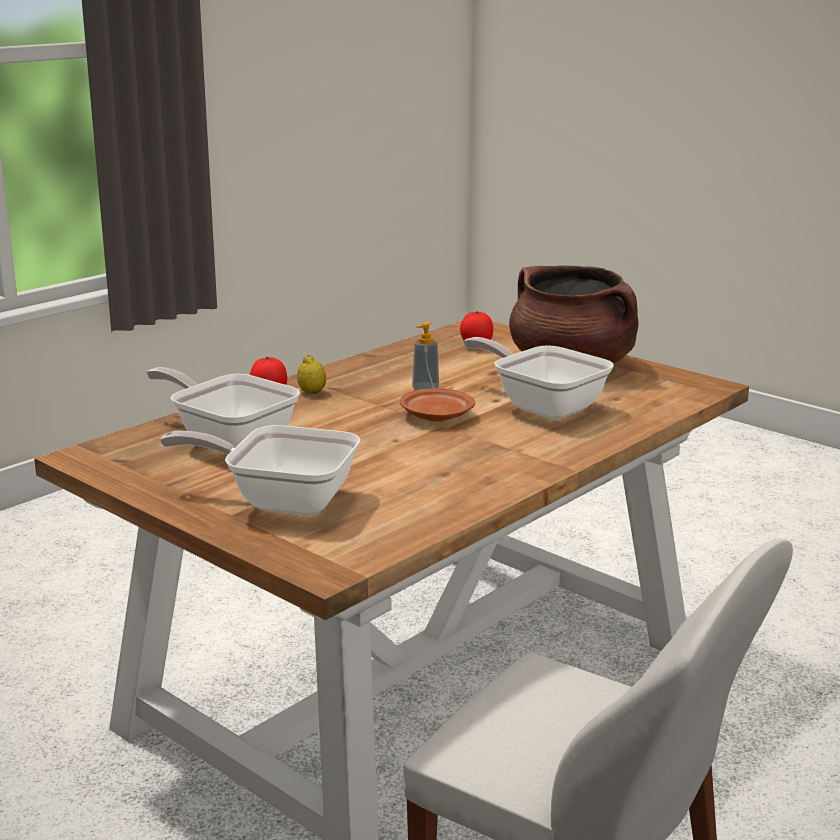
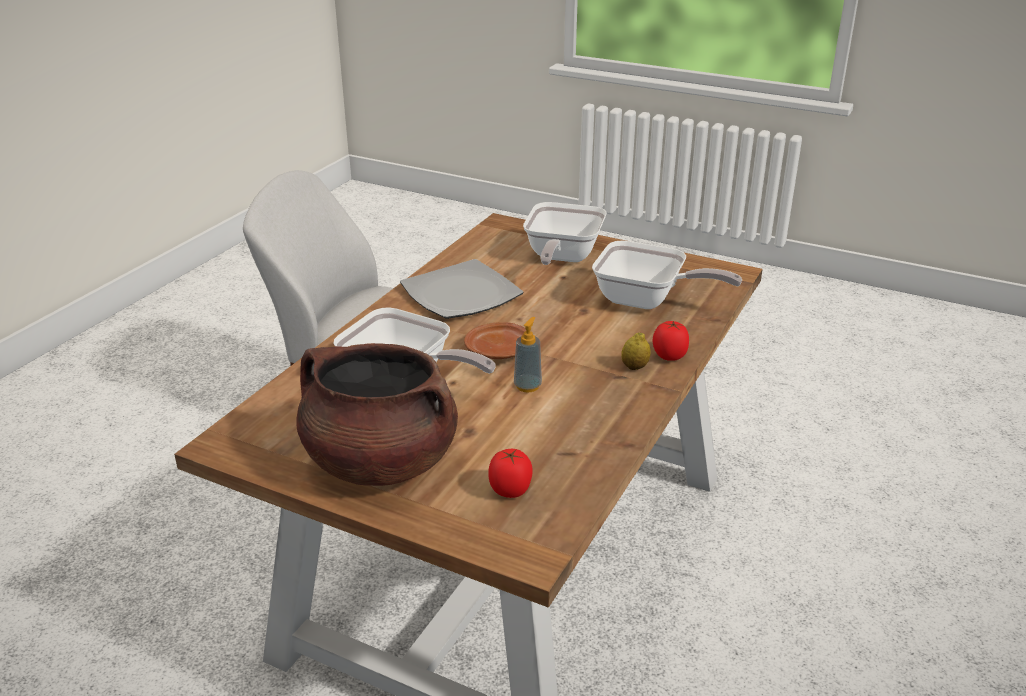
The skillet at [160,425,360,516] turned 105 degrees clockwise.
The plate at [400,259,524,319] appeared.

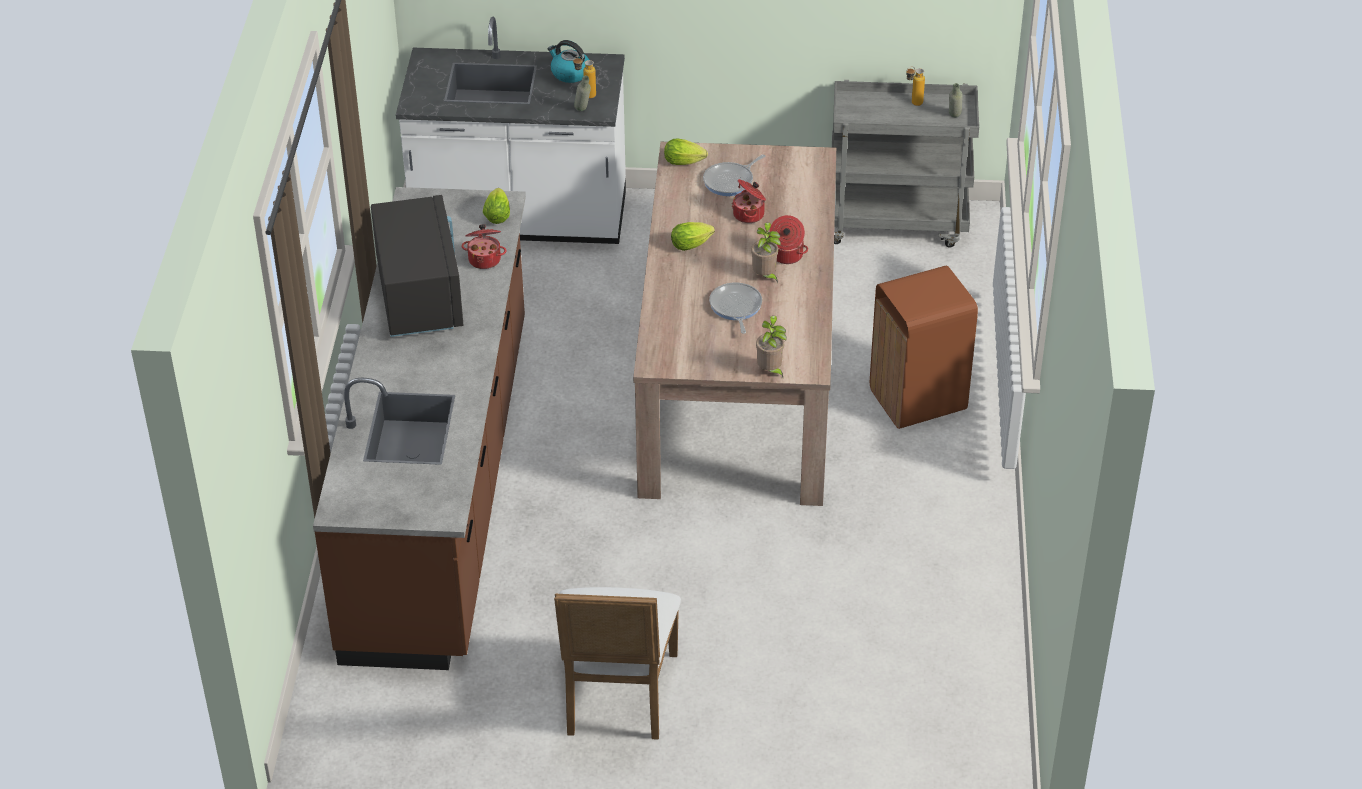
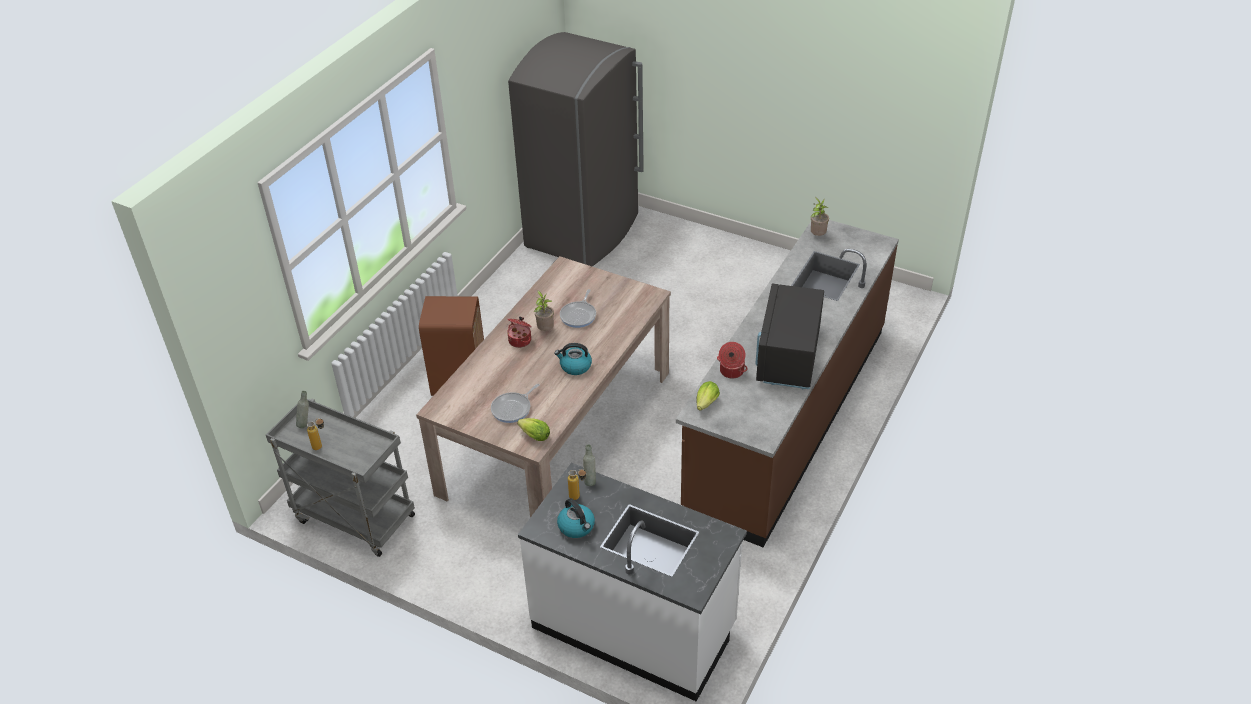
The skillet at [703,154,765,196] turned 150 degrees clockwise.
The cooking pot at [732,179,766,223] disappeared.
The lettuce head at [671,222,715,251] was replaced by the tea kettle at [554,343,592,375].
The plant in a pot moved from [756,316,787,377] to [811,197,829,236].
The chair (whitish) at [554,587,681,740] disappeared.
The fridge (grey) at [508,32,644,267] appeared.

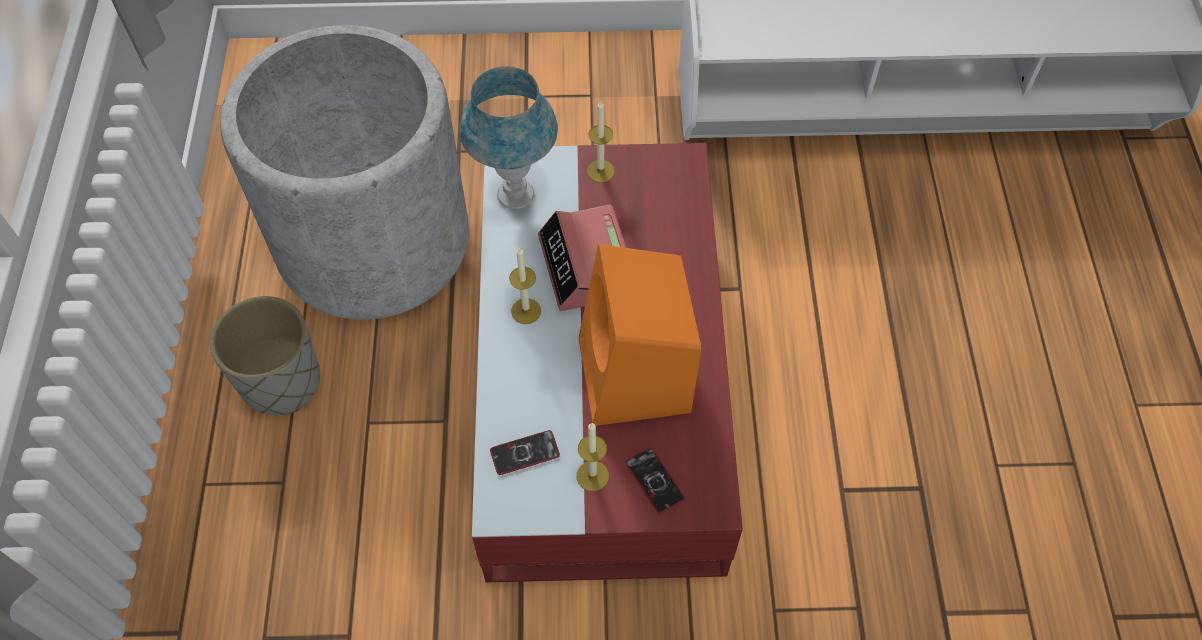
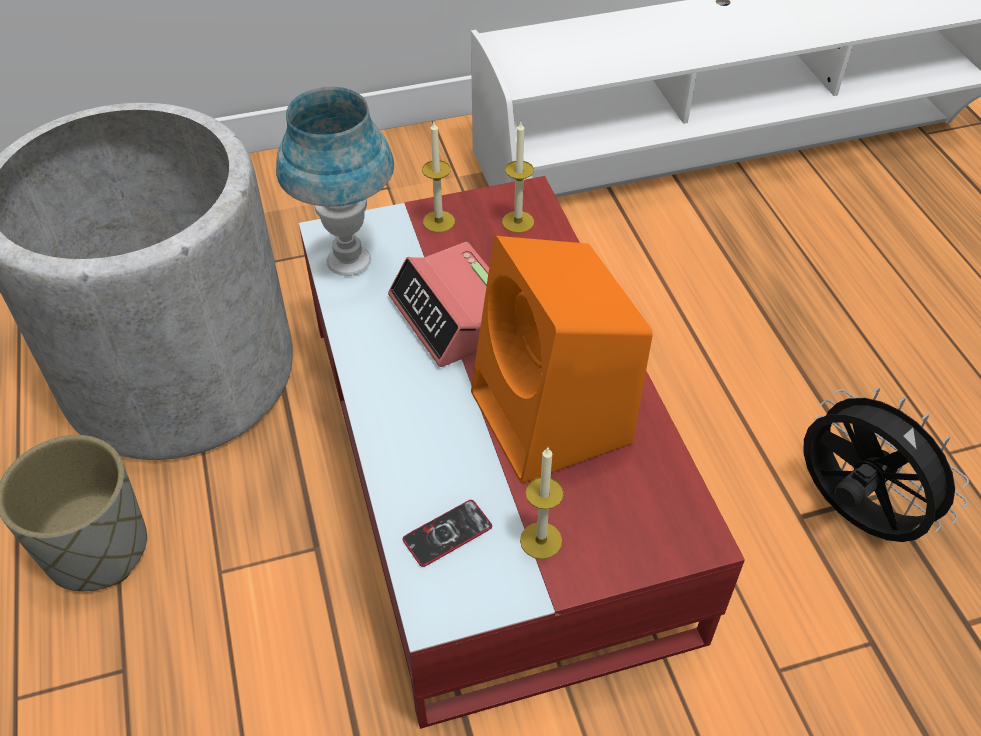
The candle moved from [509,248,541,324] to [502,122,534,233].
The phone at [625,448,685,514] disappeared.
The electric fan (black) at [803,387,969,542] appeared.

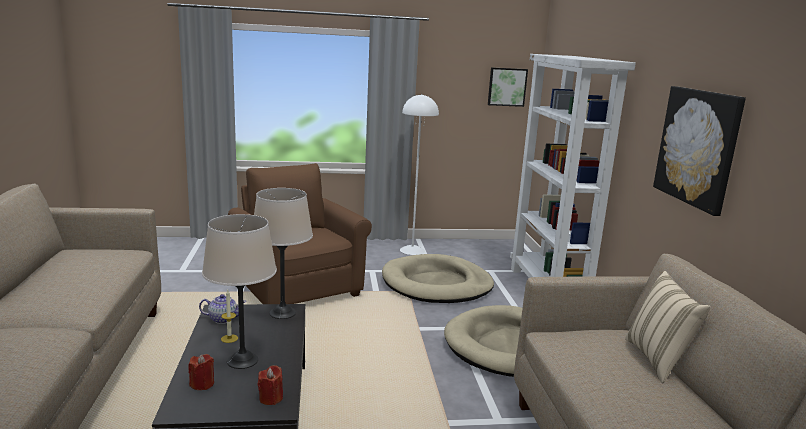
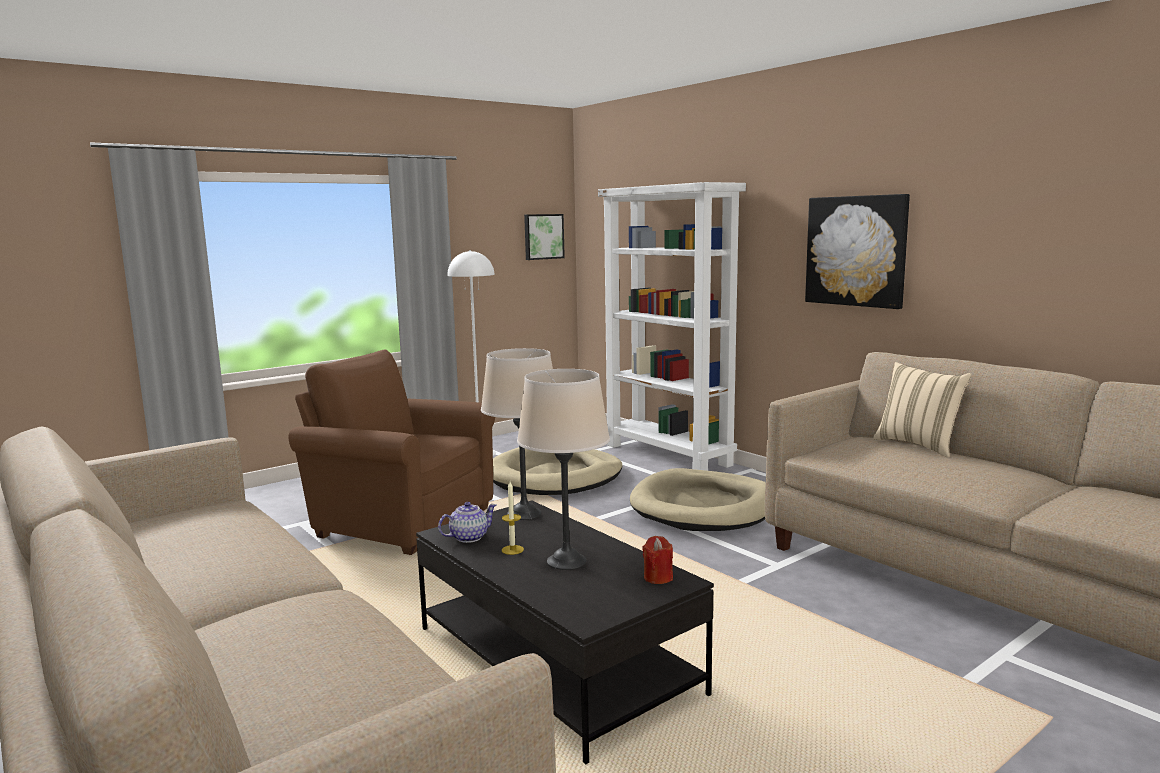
The candle (reddish) at [189,354,214,390] disappeared.

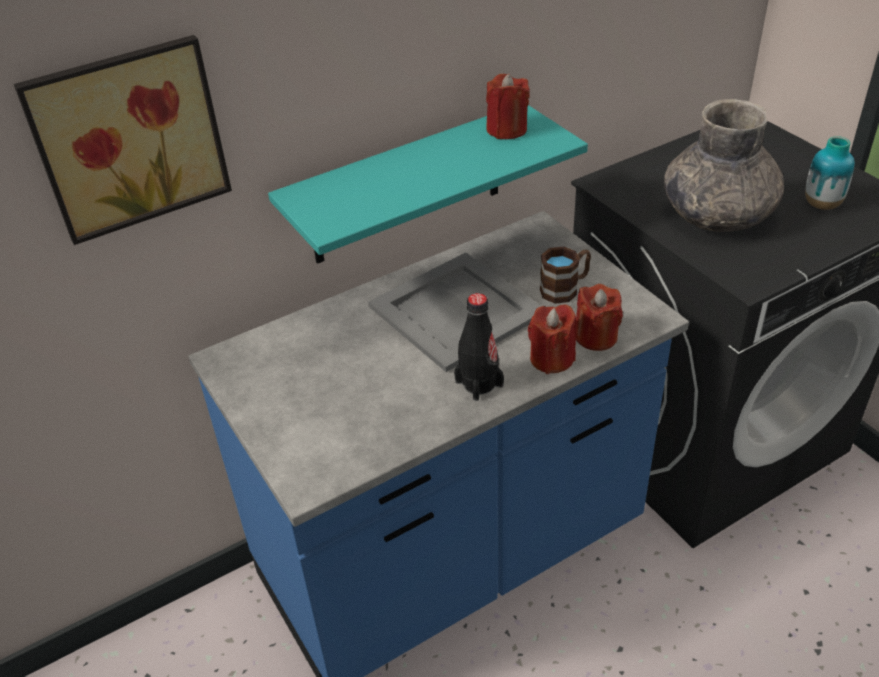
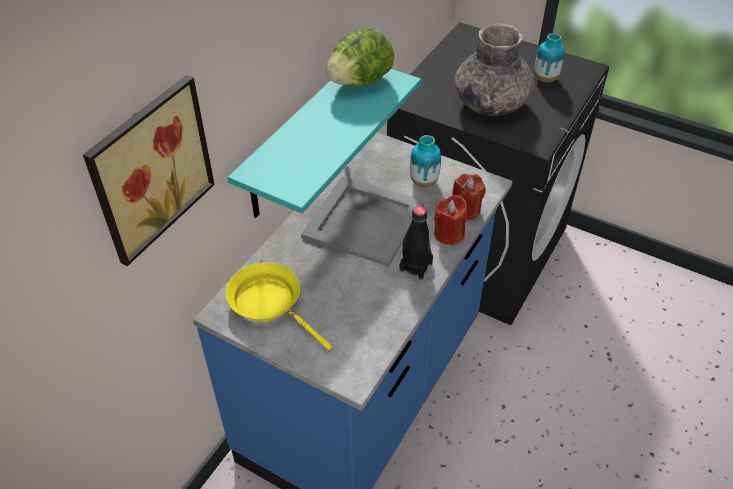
The candle (reddish) at [486,74,530,139] was replaced by the lettuce head at [326,29,394,87].
The coffee mug (brownish) at [540,247,591,304] was replaced by the flower vase at [410,135,441,187].
The skillet (yellowish) at [226,262,332,350] appeared.

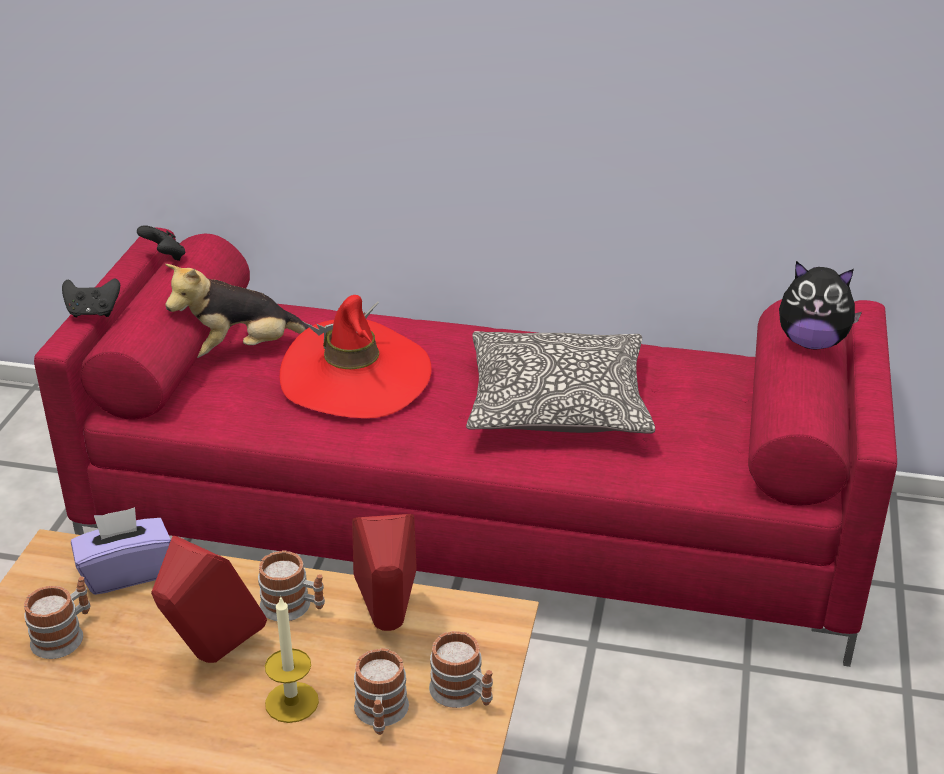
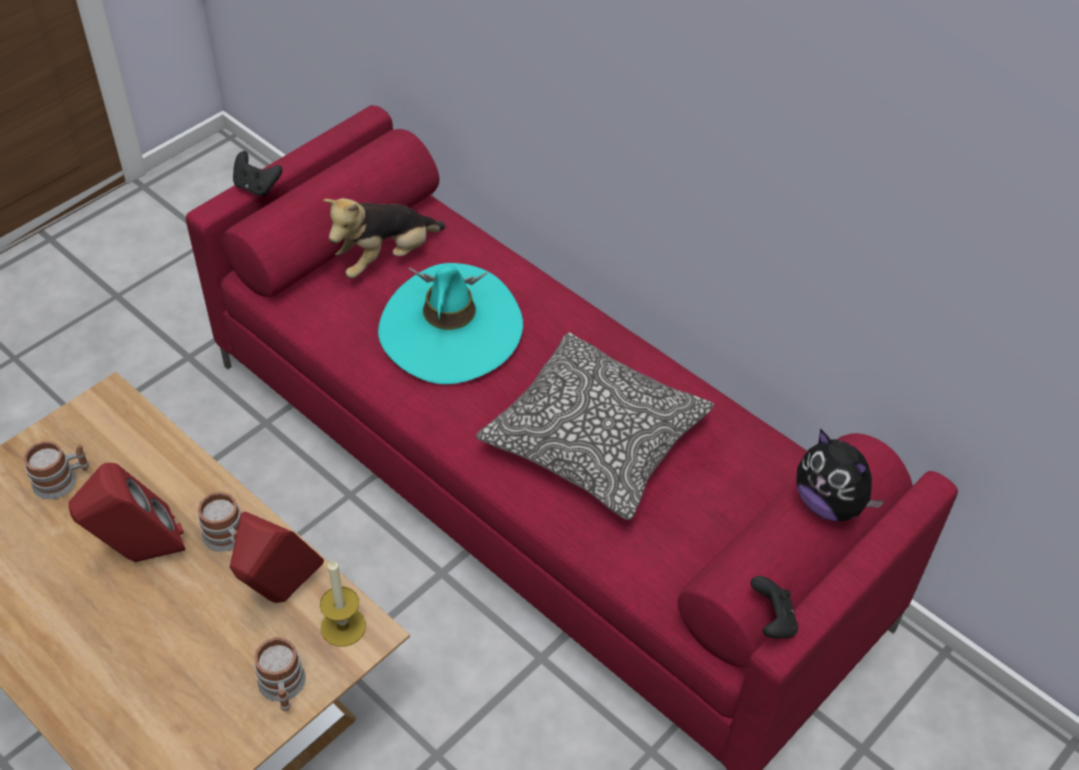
The gamepad (black) moved from [137,225,185,261] to [751,576,798,639].
The soft toy at [165,264,313,358] turned 45 degrees counterclockwise.
The clothing hat (reddish) at [280,295,432,418] became the clothing hat (turquoise) at [378,263,523,384].
The box of tissues (purple) at [71,507,171,595] disappeared.
The candle moved from [265,595,319,723] to [320,560,366,647].
The coffee mug at [354,648,409,735] disappeared.

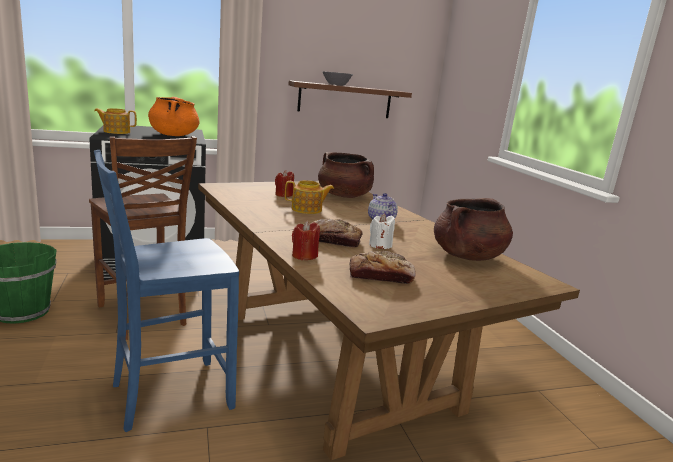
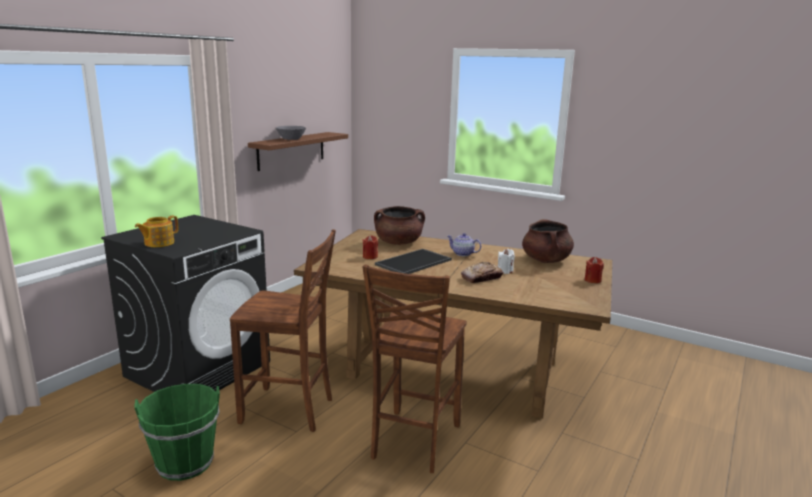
The cooking pot (orange) at [148,97,200,136] disappeared.
The chair (blue-coloured) at [94,150,239,432] became the chair (brownish) at [363,265,467,473].
The teapot at [285,180,334,214] was replaced by the carrying tray at [375,249,452,274].
The candle (reddish) moved from [292,221,320,260] to [585,257,604,283].
The bakery bread at [350,251,416,284] disappeared.

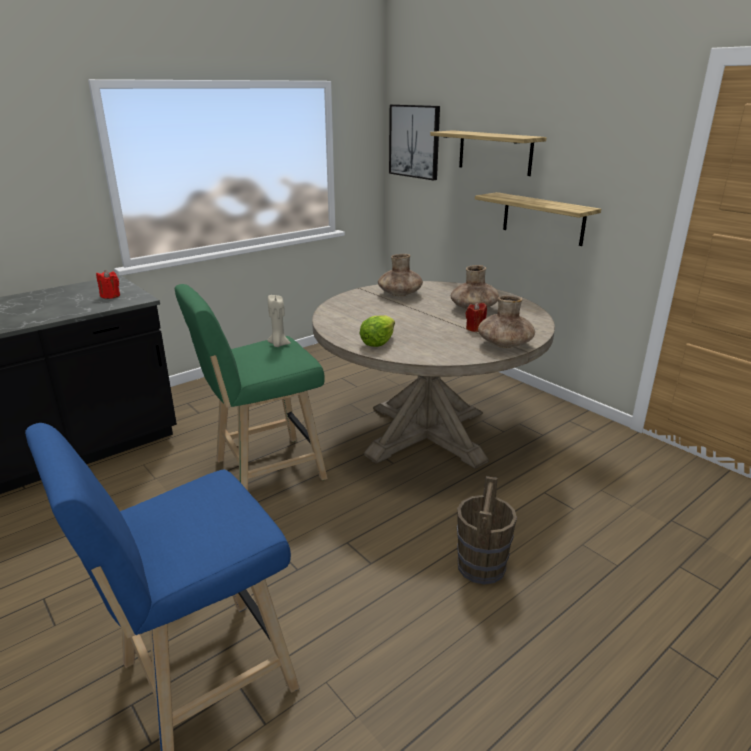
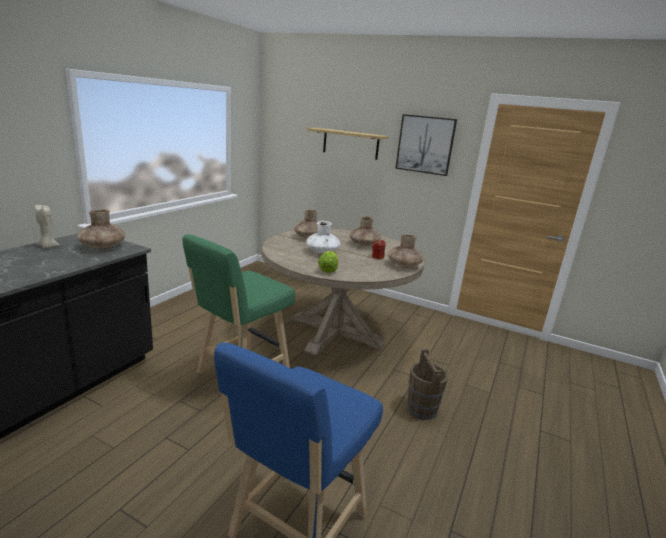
The wall picture moved from [389,104,440,180] to [395,114,457,176].
The bracket shelf at [475,192,601,246] disappeared.
The candle (reddish) at [96,270,120,299] was replaced by the flower vase (brownish) at [77,209,125,249].
The candle (beige-coloured) moved from [267,295,291,347] to [35,205,60,248].
The flower vase (whitish) at [306,221,340,254] appeared.

